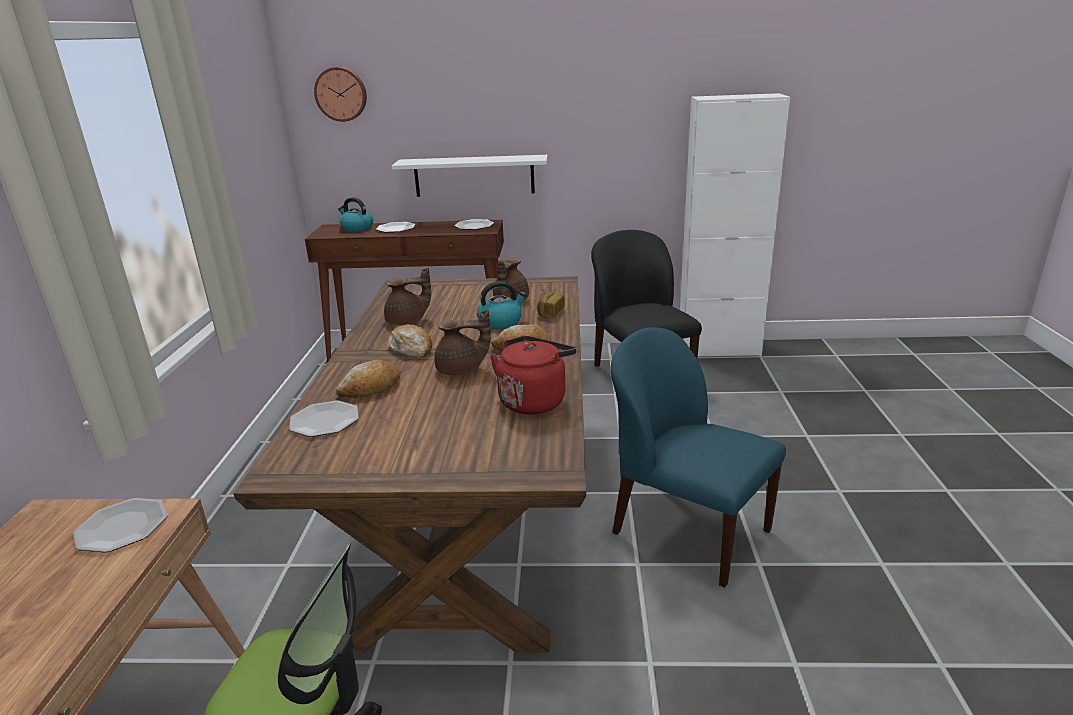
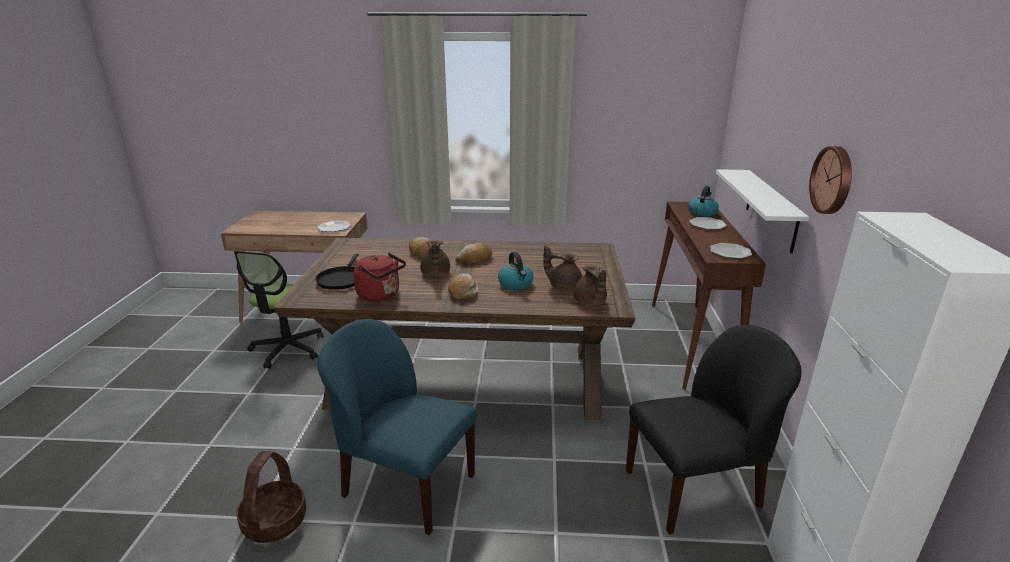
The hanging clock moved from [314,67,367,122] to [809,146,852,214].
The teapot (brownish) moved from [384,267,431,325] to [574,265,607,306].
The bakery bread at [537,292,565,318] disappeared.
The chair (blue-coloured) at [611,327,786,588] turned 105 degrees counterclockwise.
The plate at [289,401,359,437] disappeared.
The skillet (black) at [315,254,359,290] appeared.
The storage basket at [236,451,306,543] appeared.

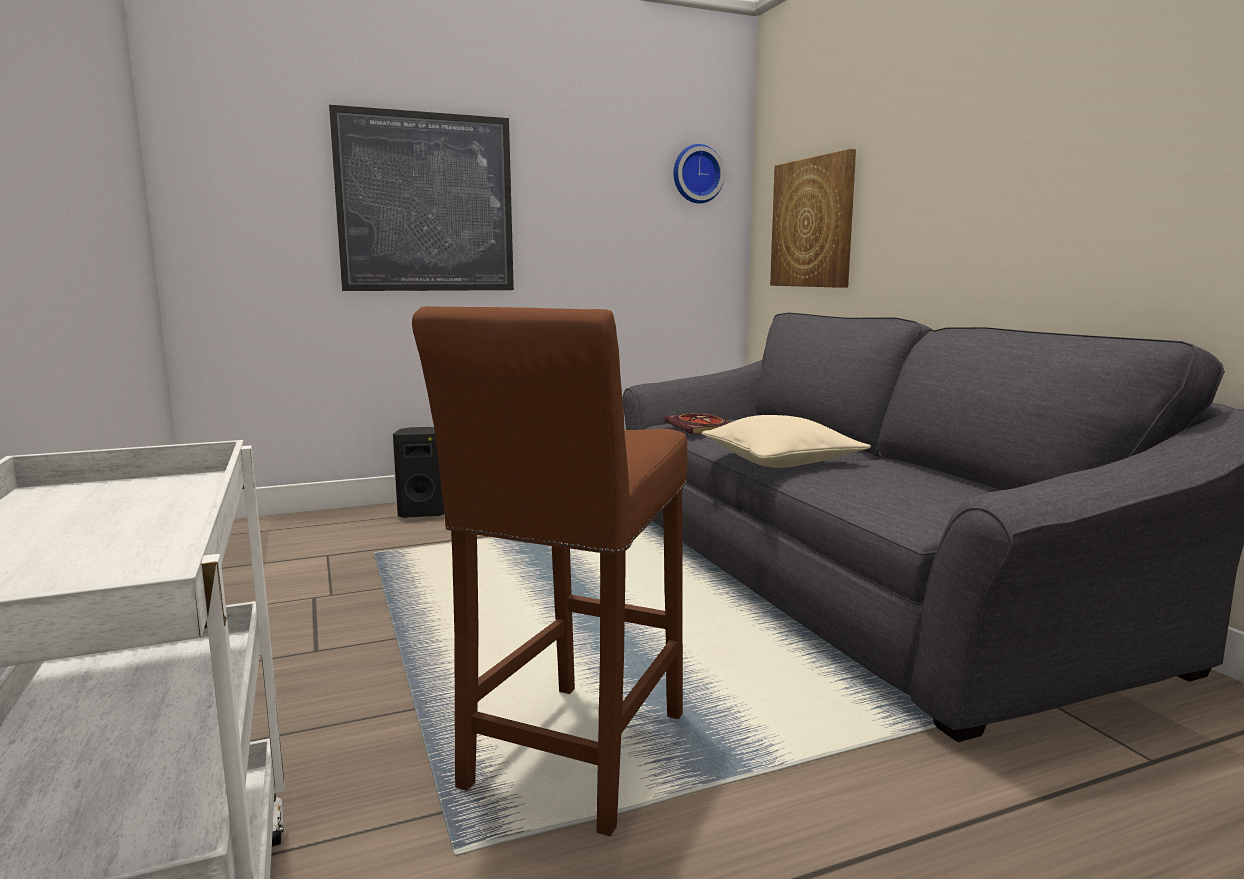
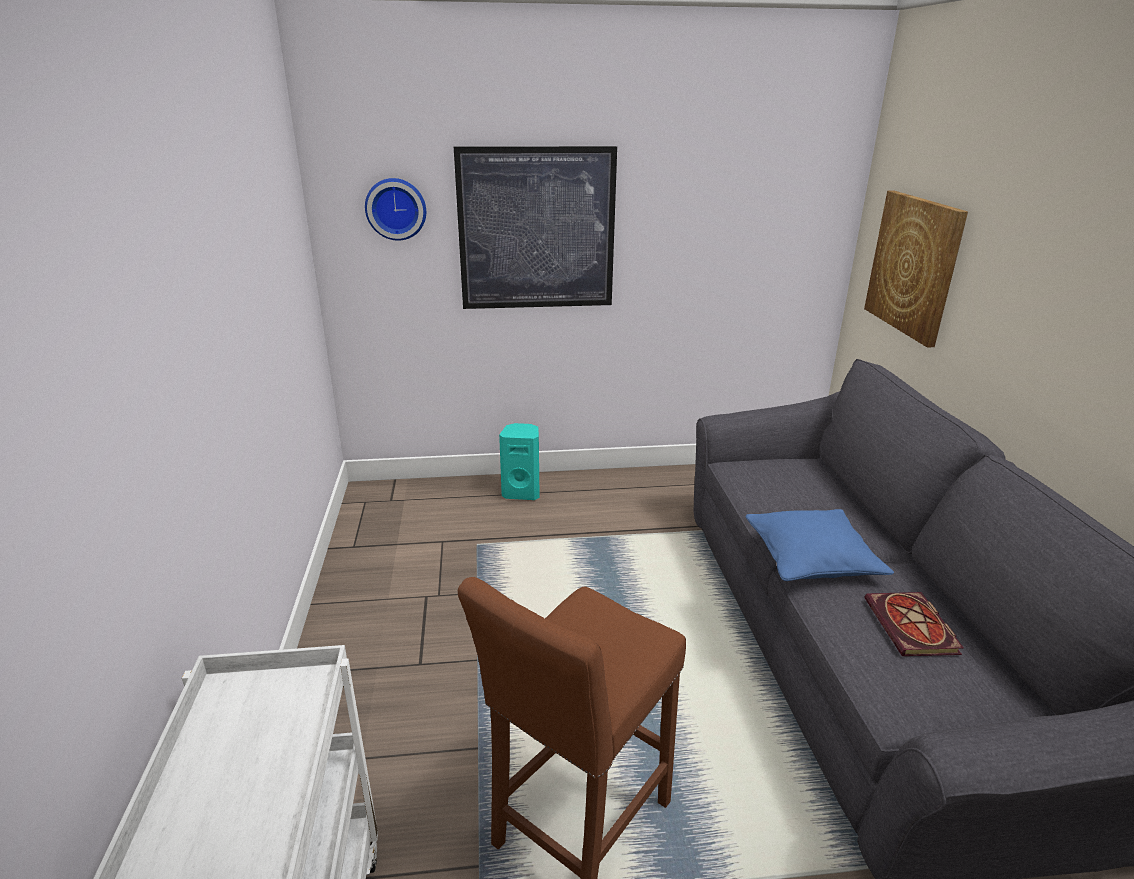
The hanging clock moved from [673,144,724,203] to [365,178,426,241].
The volume moved from [665,413,731,434] to [864,592,964,656].
The throw pillow (beige-coloured) at [702,415,871,468] became the throw pillow (blue-coloured) at [745,509,894,581].
The speaker (black) at [393,427,444,518] became the speaker (turquoise) at [499,423,540,500].

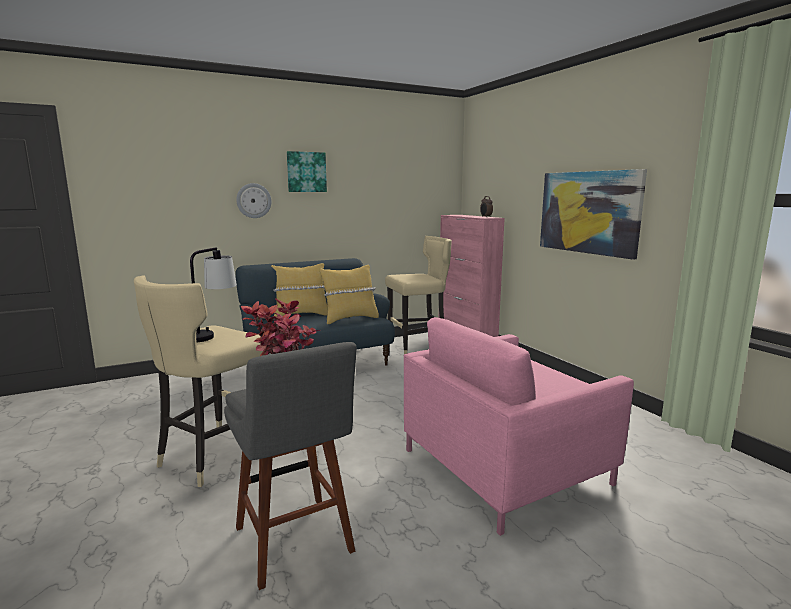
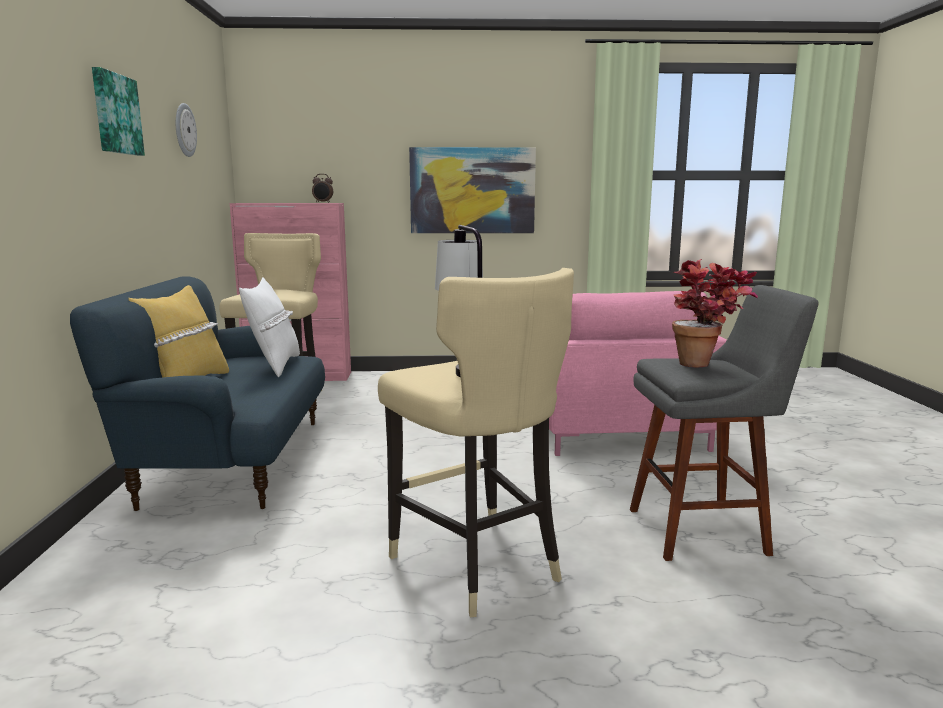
The hanging clock moved from [236,183,271,218] to [176,103,197,157].
The throw pillow (yellowish) at [320,265,379,324] became the throw pillow (whitish) at [239,277,300,377].

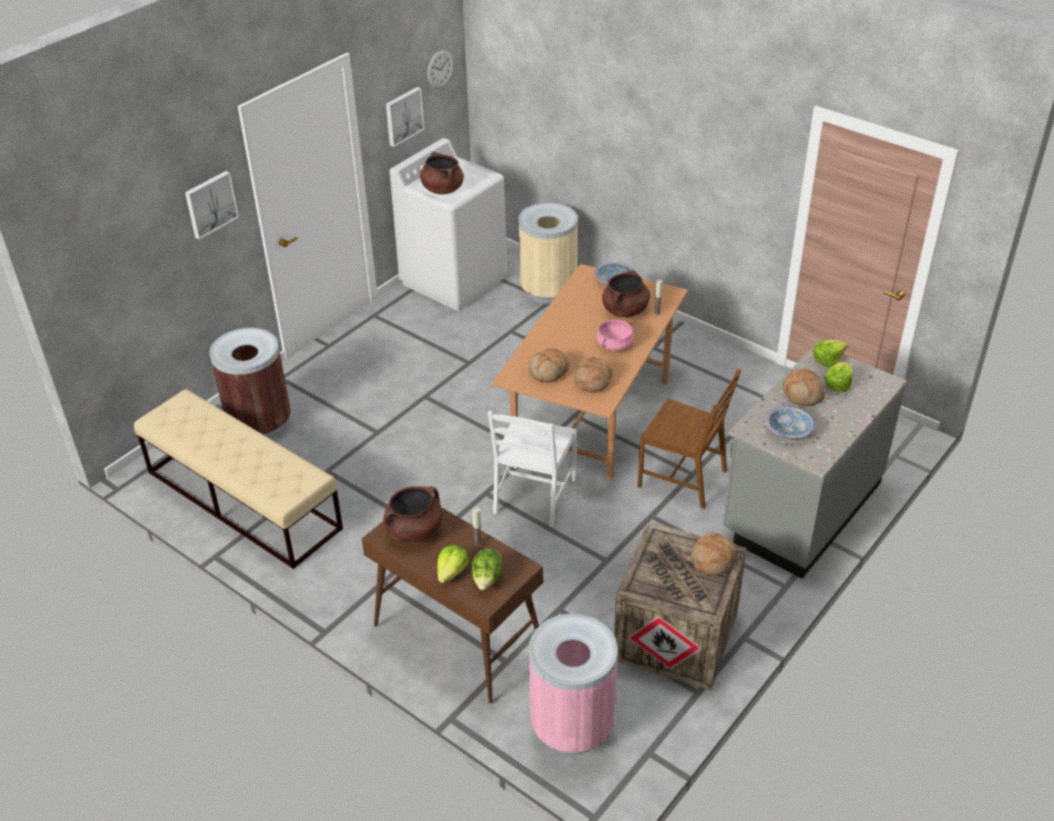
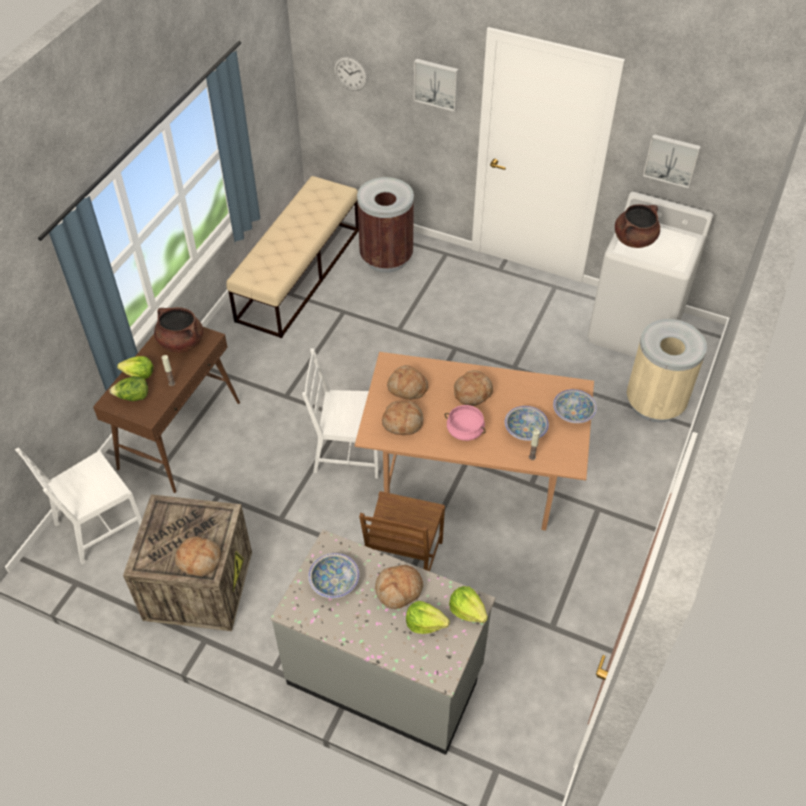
The hanging clock moved from [427,50,453,88] to [334,56,368,91].
The cooking pot (brownish) at [602,270,650,317] was replaced by the bowl at [505,406,549,441].
The rubbish bin (pinkish) at [529,614,618,755] was replaced by the chair (whitish) at [15,447,142,565].
The bakery bread at [454,370,493,406] appeared.

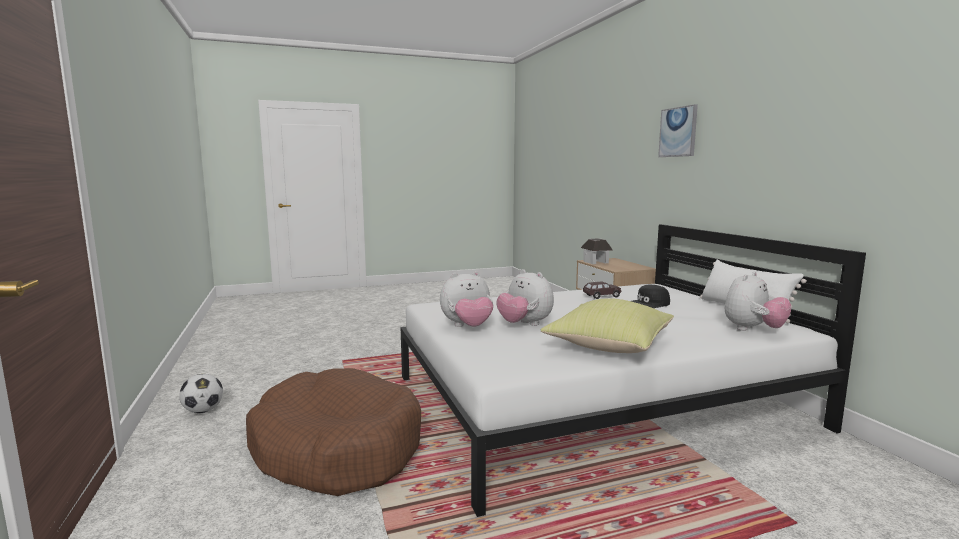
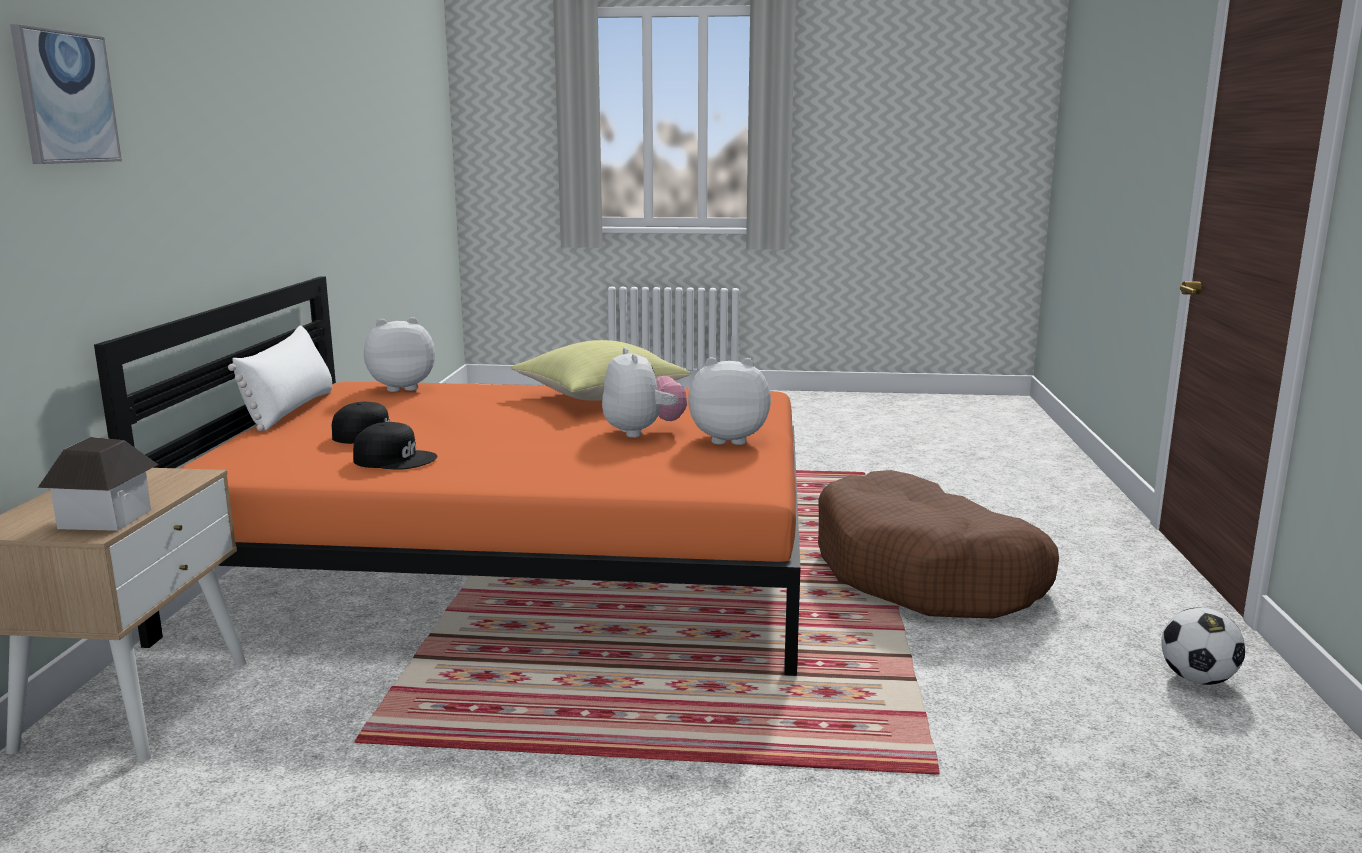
The bedroom bed (whitish) at [401,224,866,517] became the bedroom bed (orange) at [94,277,800,676].
The model car (brownish) at [583,282,622,299] was replaced by the cap (black) at [353,422,437,470].

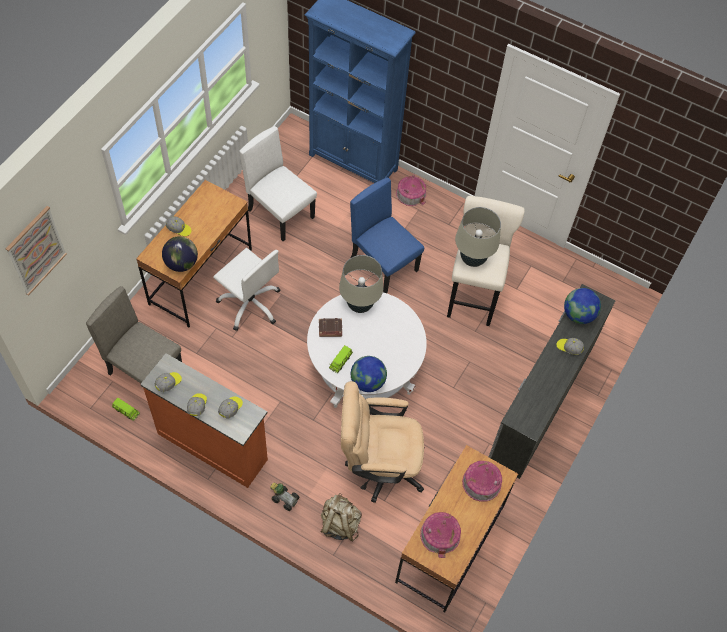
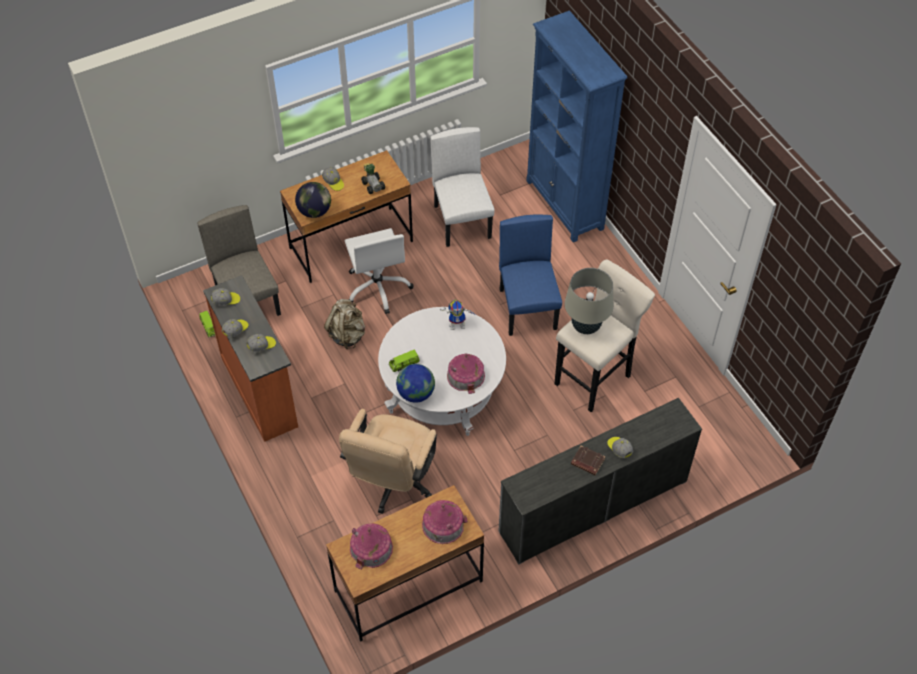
The model house moved from [396,174,426,206] to [447,353,485,394].
The wall picture at [6,206,67,296] disappeared.
The table lamp (beige-coloured) at [339,255,383,313] was replaced by the robot figure at [440,299,476,330].
The world globe at [564,288,601,324] disappeared.
The volume (brownish) moved from [319,318,342,337] to [571,445,605,475].
The office chair (beige-coloured) at [341,381,425,503] turned 105 degrees counterclockwise.
The model car moved from [270,483,299,511] to [361,163,385,194].
The rucksack (beige-coloured) moved from [321,493,362,542] to [324,299,365,349].

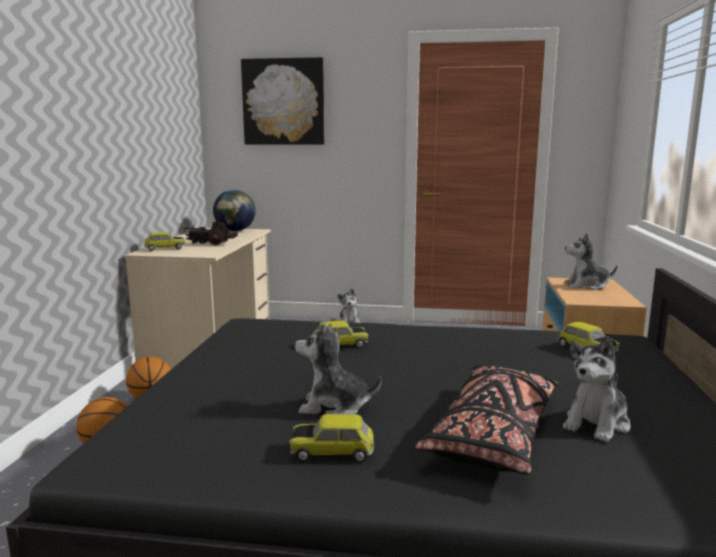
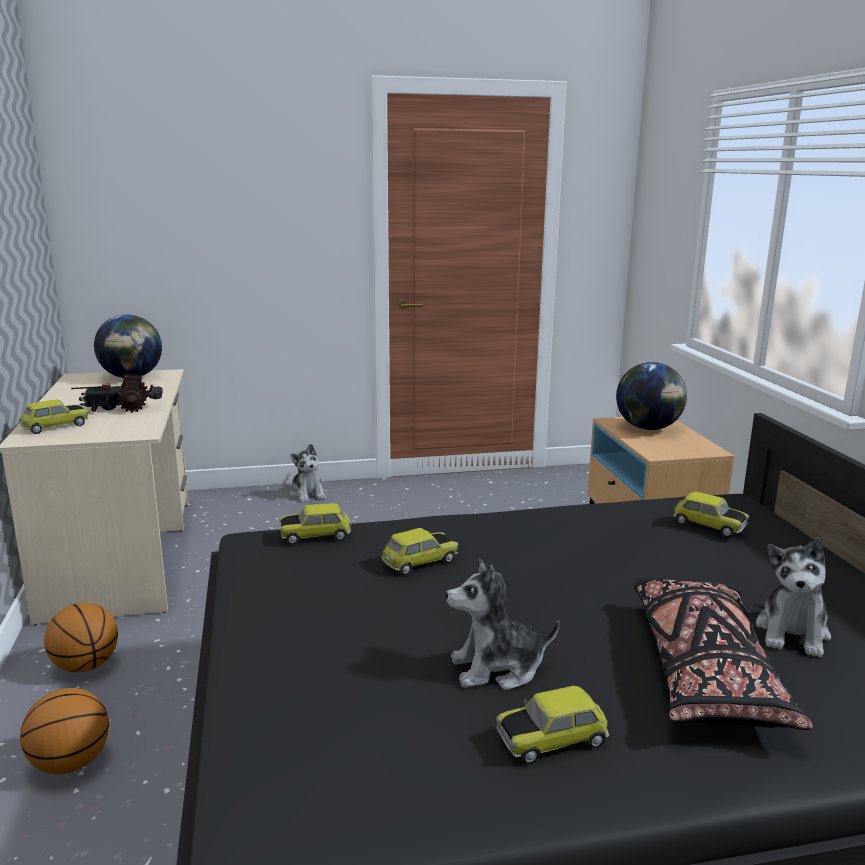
The wall picture at [241,57,325,145] disappeared.
The soft toy at [564,233,618,290] was replaced by the world globe at [616,362,687,430].
The model car at [280,503,351,544] appeared.

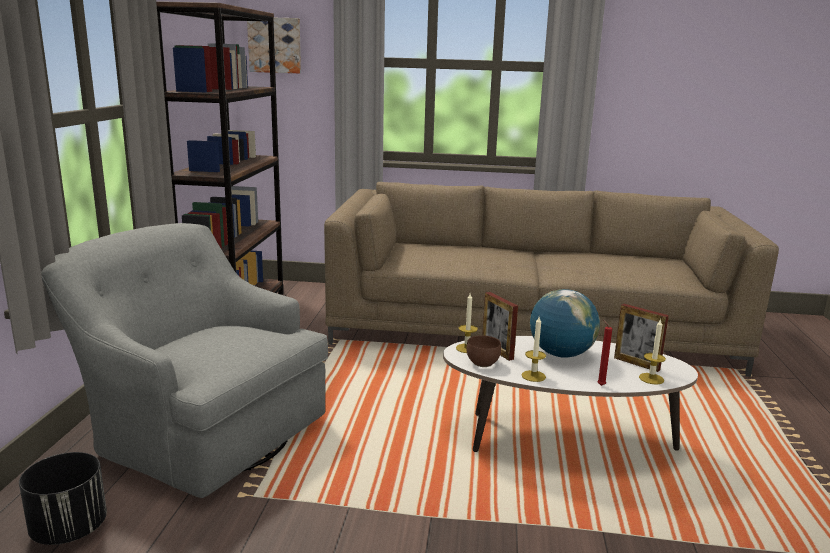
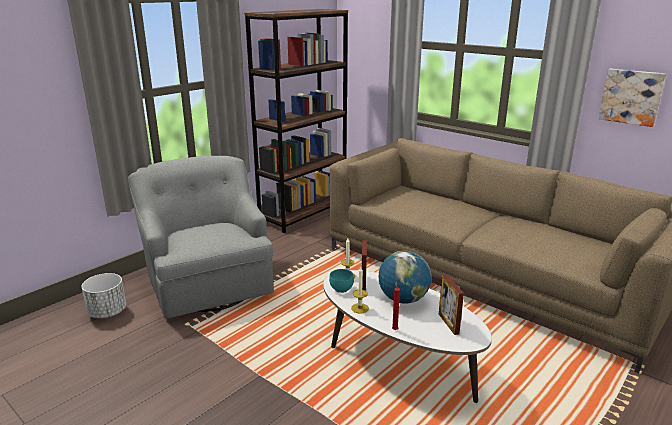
The wall picture moved from [247,18,301,73] to [598,69,666,127].
The candle at [639,319,666,384] disappeared.
The bowl (brownish) at [466,335,501,367] became the bowl (turquoise) at [329,269,354,293].
The planter (black) at [19,452,107,545] became the planter (whitish) at [81,273,126,318].

